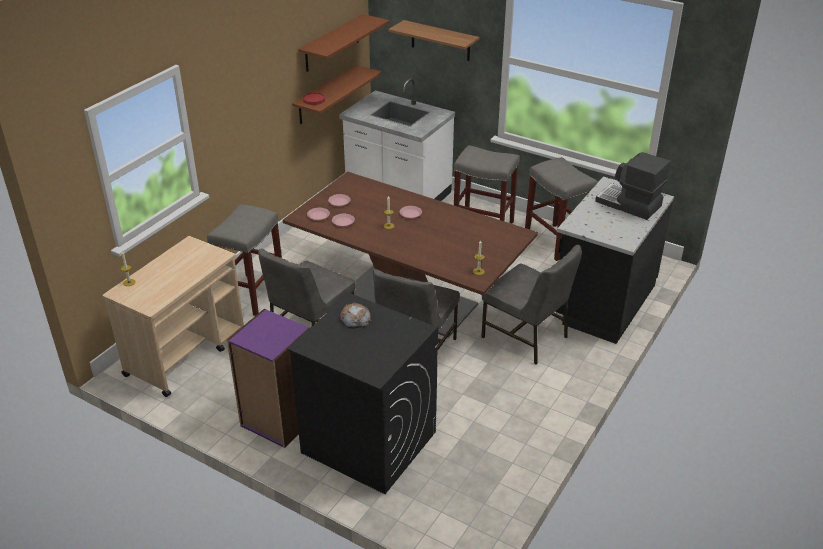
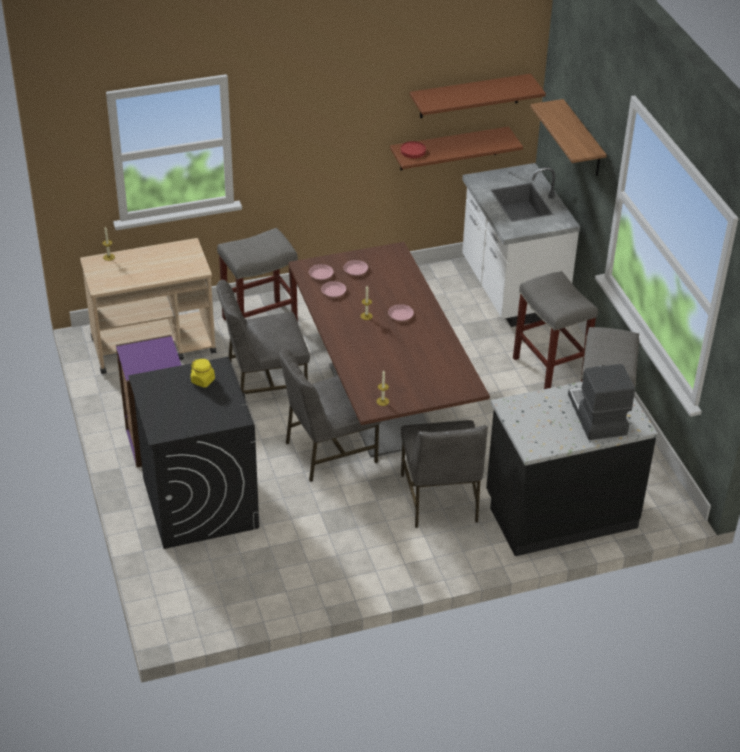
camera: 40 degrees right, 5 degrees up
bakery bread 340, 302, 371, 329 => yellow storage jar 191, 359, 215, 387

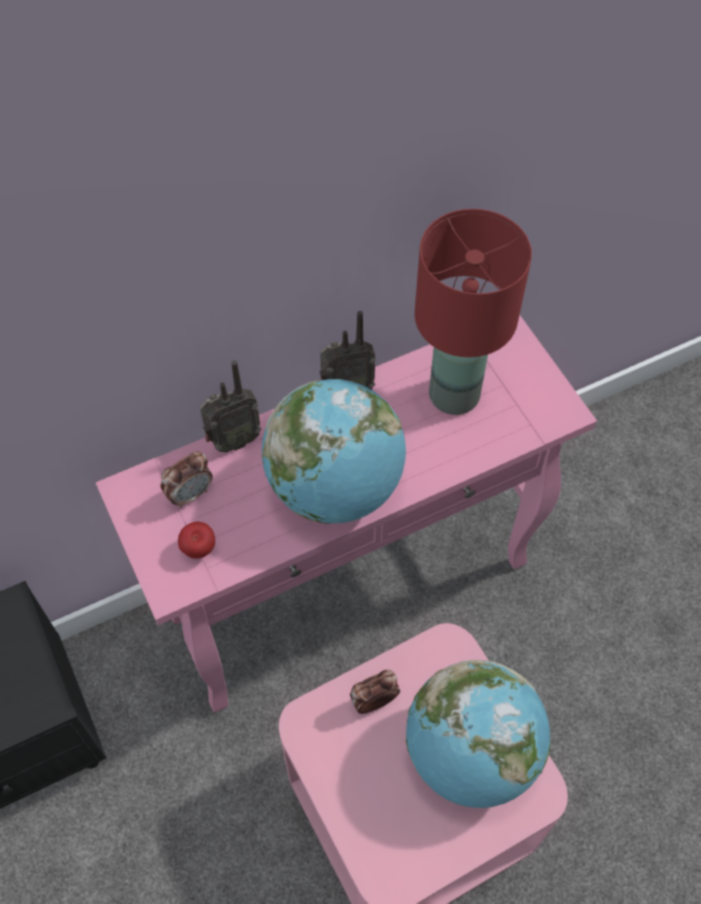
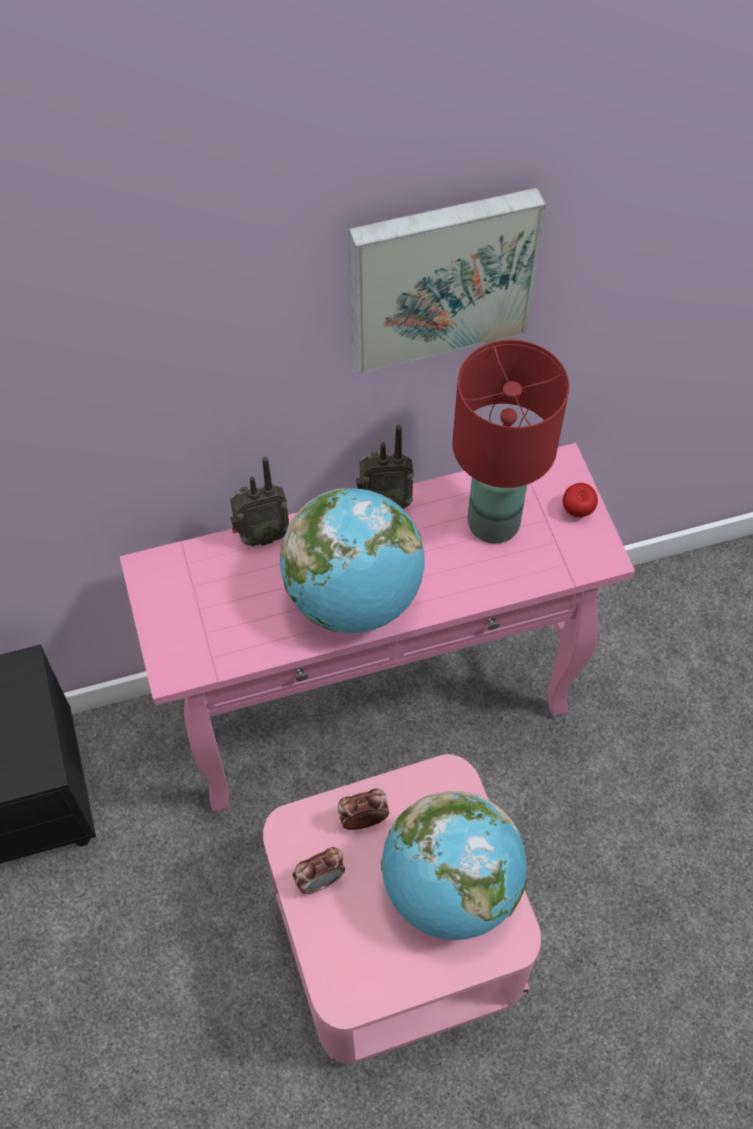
camera: 10 degrees right, 0 degrees up
nothing => wall picture 349, 188, 546, 374
bedside clock 160, 451, 213, 508 => bedside clock 292, 847, 345, 894, shifted
apple 178, 522, 215, 559 => apple 563, 483, 598, 517, shifted

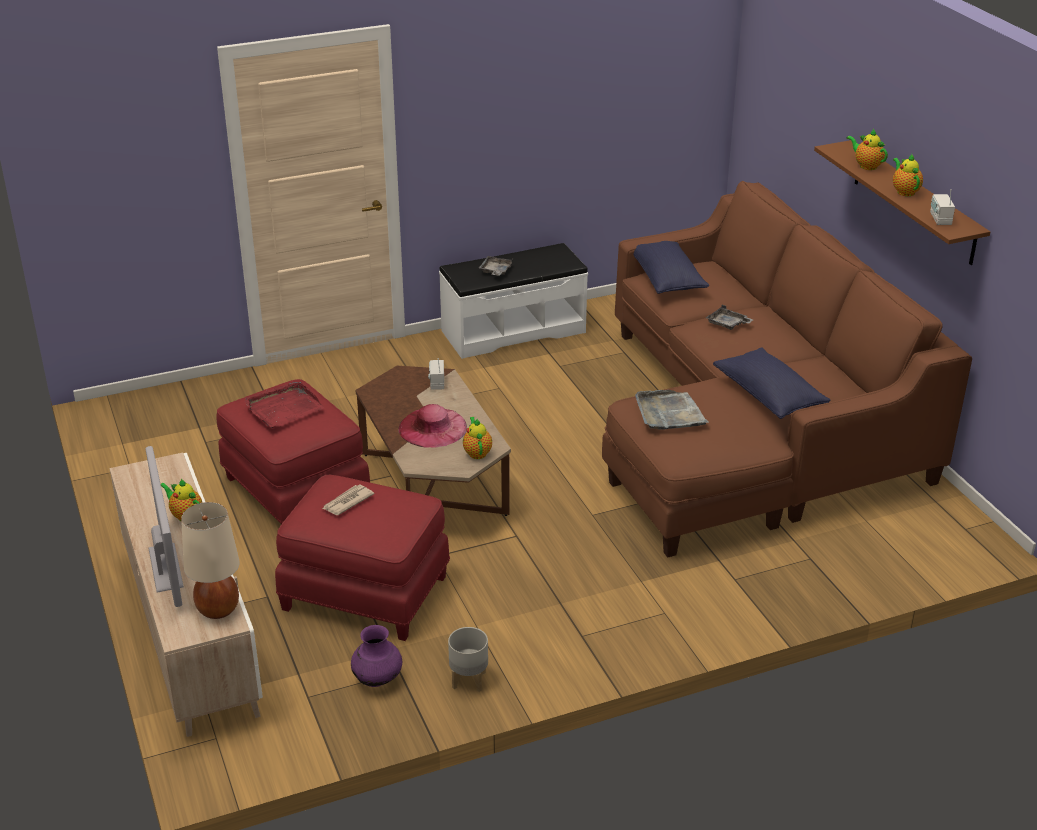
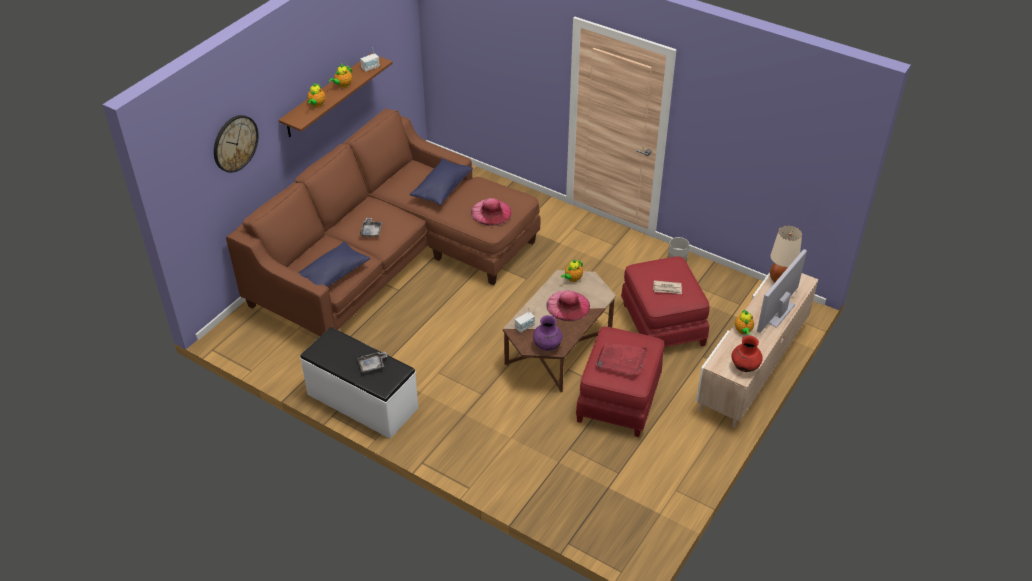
camera: 125 degrees left, 10 degrees up
nothing => wall clock 214, 115, 258, 173
nothing => red decorative vase 731, 336, 763, 372
purple decorative vase 351, 625, 402, 687 => purple decorative vase 533, 315, 563, 351, shifted
gray serving tray 635, 390, 709, 430 => pinkish clothing hat 471, 198, 512, 226

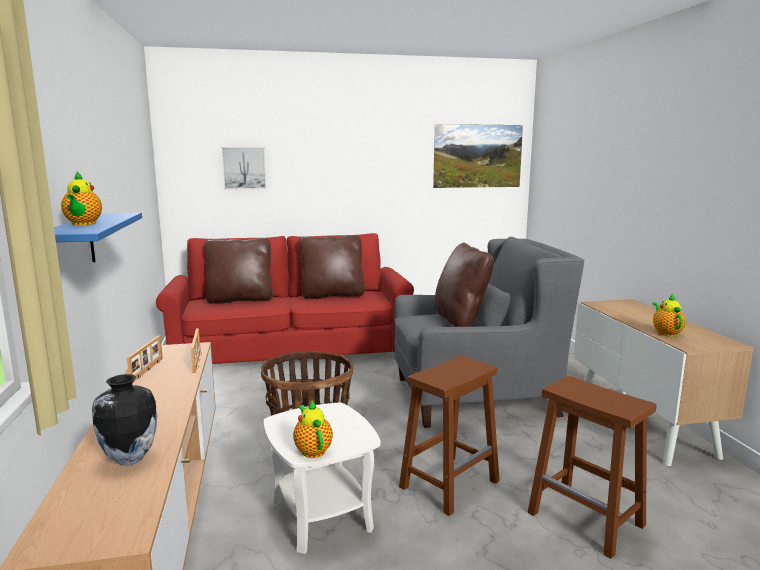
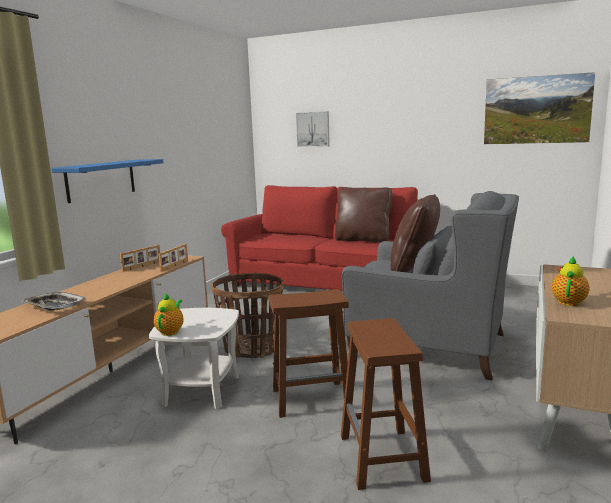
camera: 35 degrees right, 0 degrees up
pot for tea 61, 172, 102, 225 => nothing
brown-coloured cushion 204, 238, 273, 304 => nothing
decorative vase 92, 374, 157, 465 => serving tray 21, 292, 86, 311

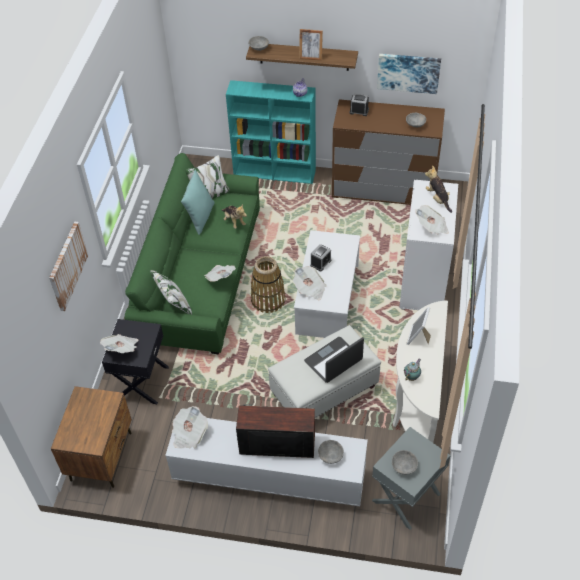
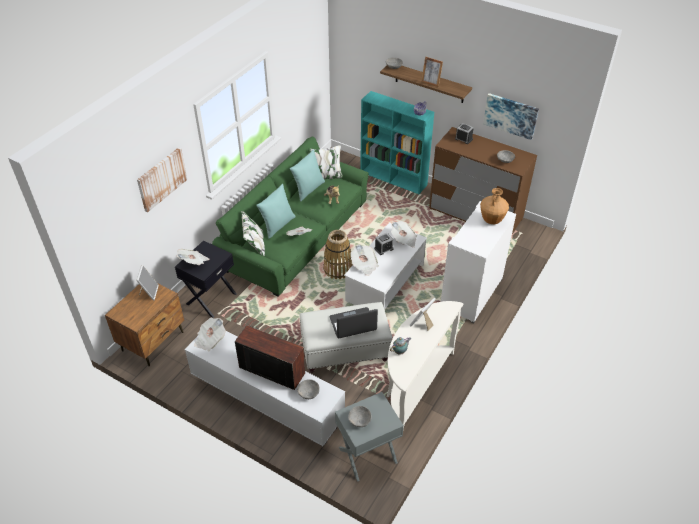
camera: 20 degrees right, 5 degrees down
nothing => picture frame 136, 265, 159, 300
nothing => turquoise cushion 256, 184, 296, 239
daily paper 415, 205, 449, 234 => daily paper 391, 221, 417, 248, shifted
plush toy 425, 166, 452, 213 => brown-coloured decorative vase 480, 188, 509, 224

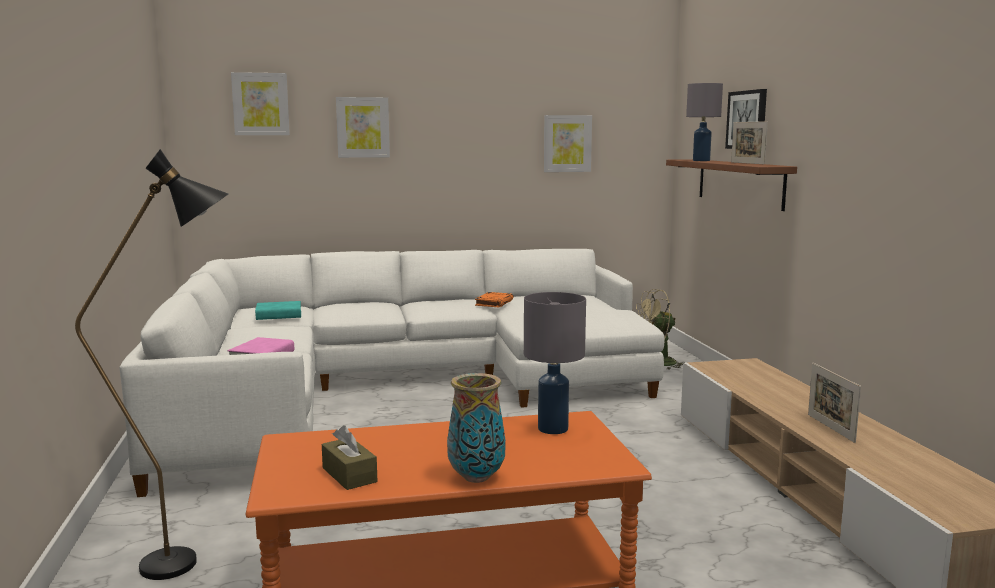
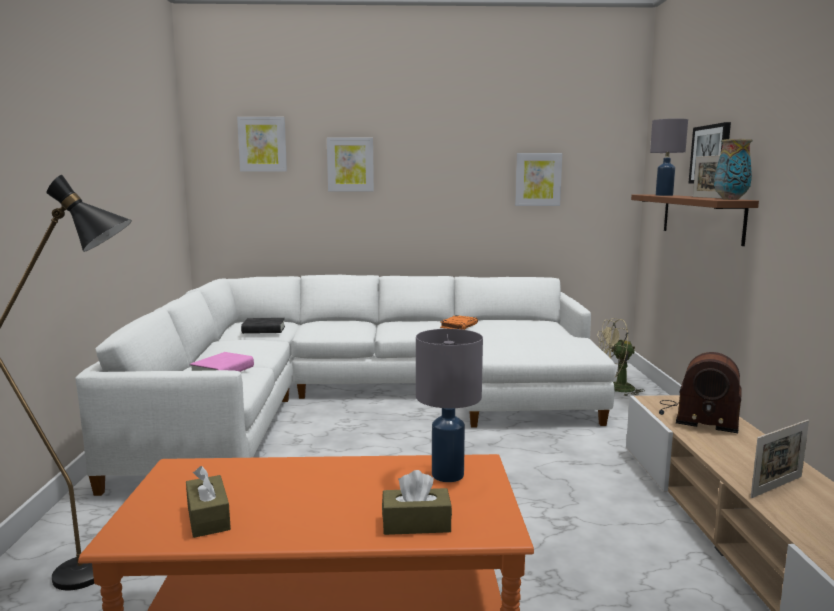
camera: 10 degrees right, 0 degrees up
nothing => brown-coloured tissue holder 382, 470, 452, 535
nothing => radio set 659, 352, 742, 433
decorative vase 447, 373, 506, 483 => decorative vase 714, 139, 753, 200, shifted
turquoise bound book 255, 301, 301, 320 => blackish bound book 241, 318, 285, 334
picture frame 808, 363, 861, 443 => picture frame 751, 420, 809, 498, 120 degrees counterclockwise

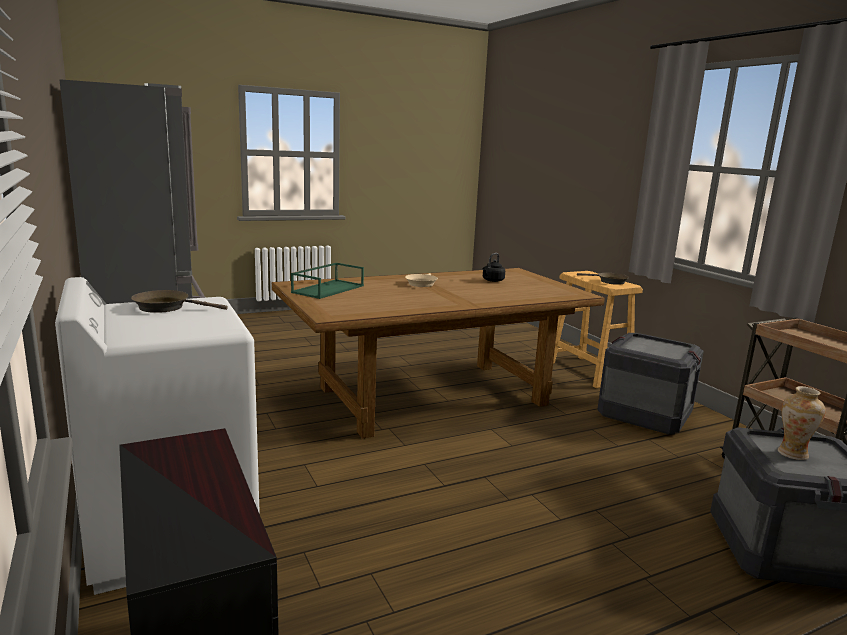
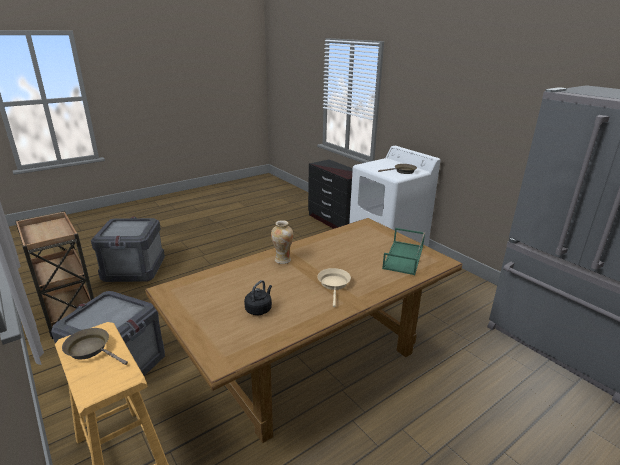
camera: 170 degrees right, 10 degrees up
decorative vase 778, 386, 826, 460 => decorative vase 271, 220, 293, 264, shifted

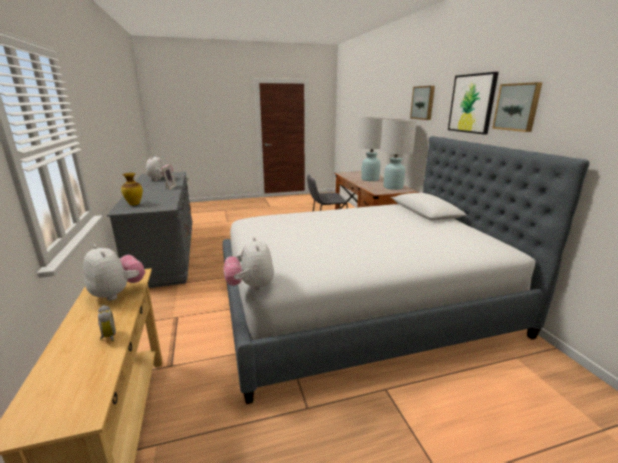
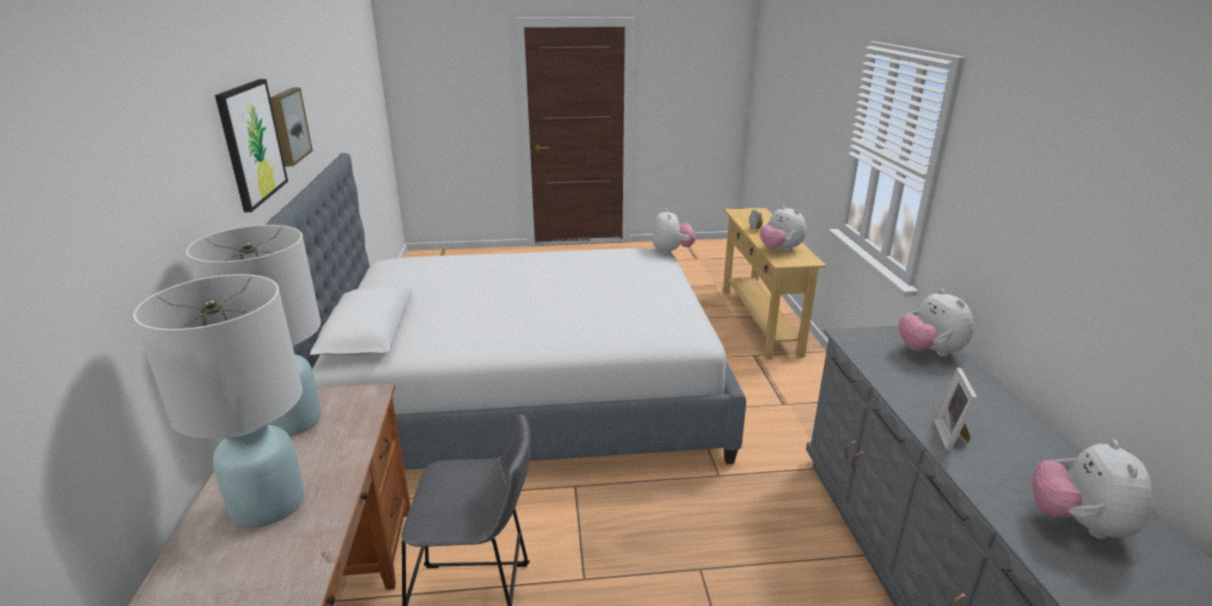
camera: 170 degrees left, 5 degrees up
wall picture 410, 86, 435, 120 => nothing
decorative vase 121, 173, 143, 205 => plush toy 899, 289, 974, 357

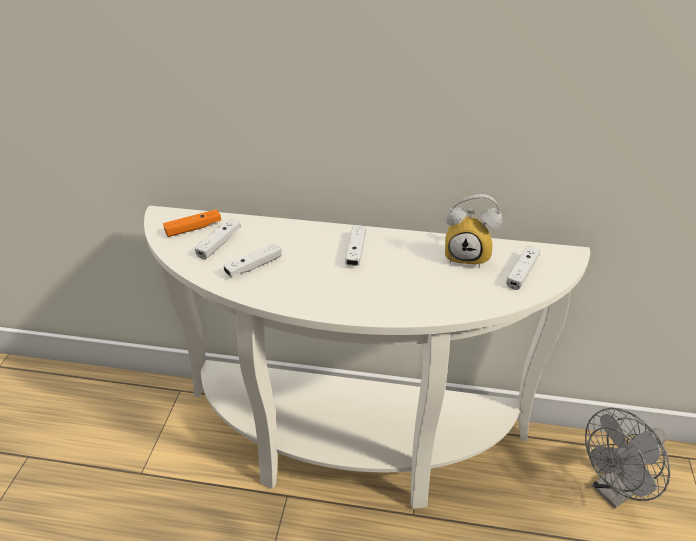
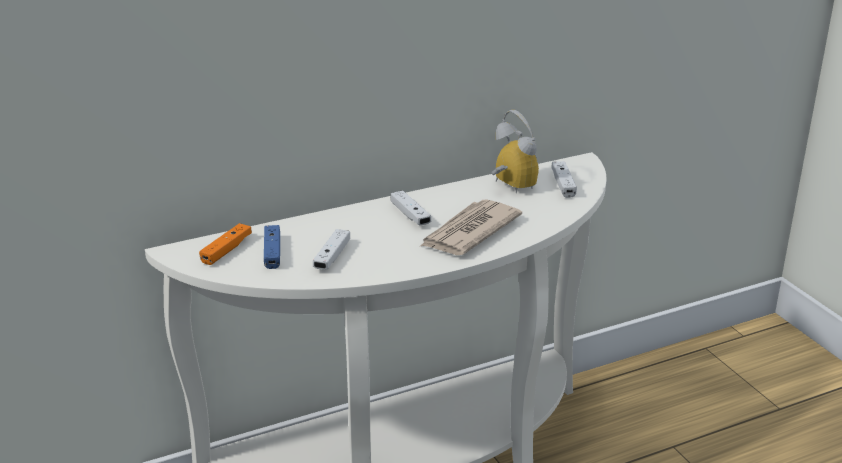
camera: 35 degrees left, 10 degrees down
gray cooling fan 585, 408, 670, 508 => nothing
nothing => daily paper 419, 199, 522, 255
whitish gamepad 195, 219, 241, 259 => blue-coloured gamepad 264, 225, 280, 269
bedside clock 445, 194, 503, 267 => bedside clock 491, 110, 539, 193, 105 degrees counterclockwise

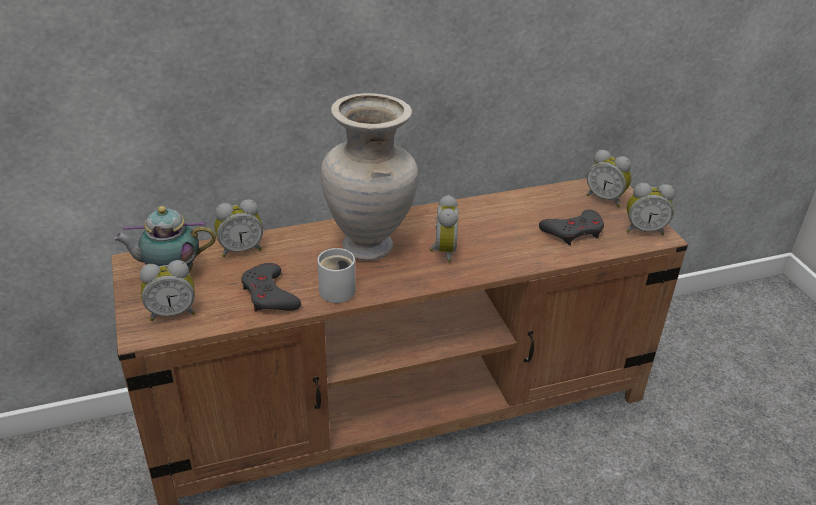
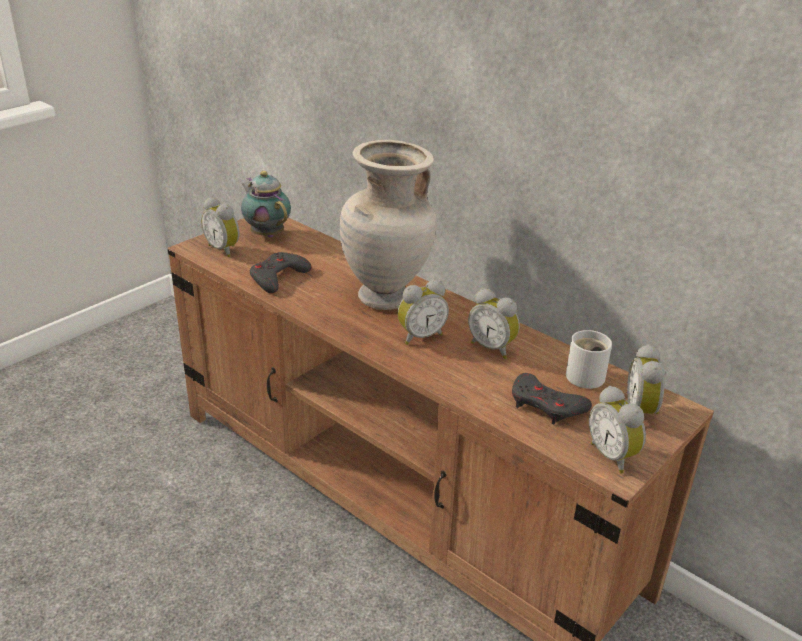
camera: 60 degrees right, 5 degrees down
bedside clock 214, 199, 263, 257 => bedside clock 468, 288, 520, 359, shifted
whitish tea mug 317, 248, 356, 303 => whitish tea mug 566, 330, 612, 389, shifted

